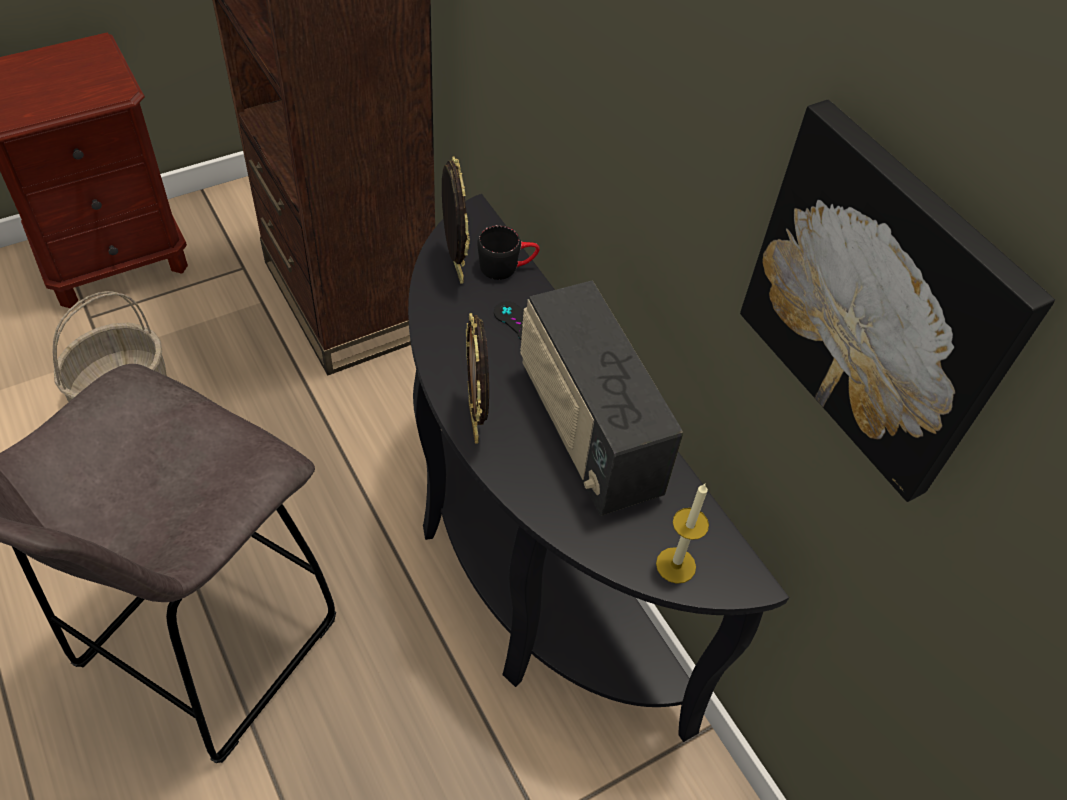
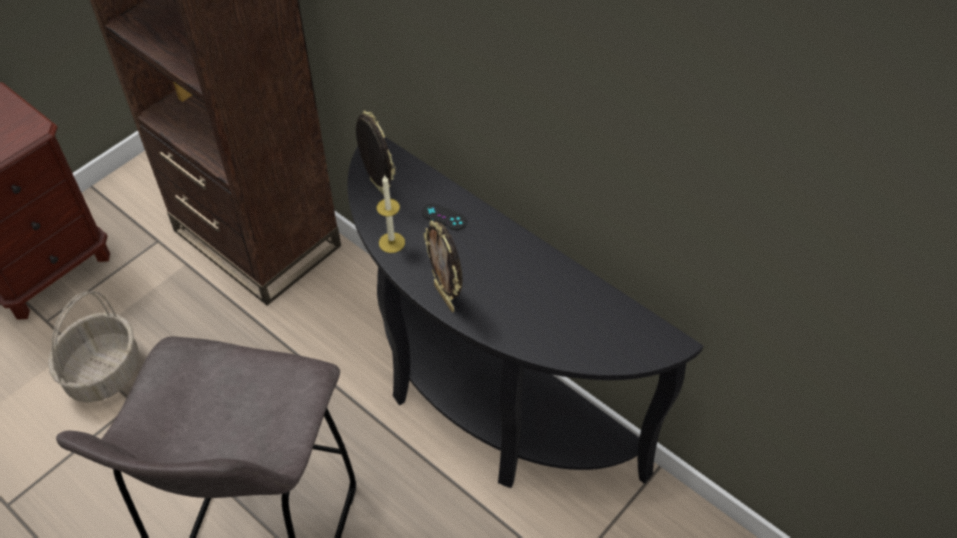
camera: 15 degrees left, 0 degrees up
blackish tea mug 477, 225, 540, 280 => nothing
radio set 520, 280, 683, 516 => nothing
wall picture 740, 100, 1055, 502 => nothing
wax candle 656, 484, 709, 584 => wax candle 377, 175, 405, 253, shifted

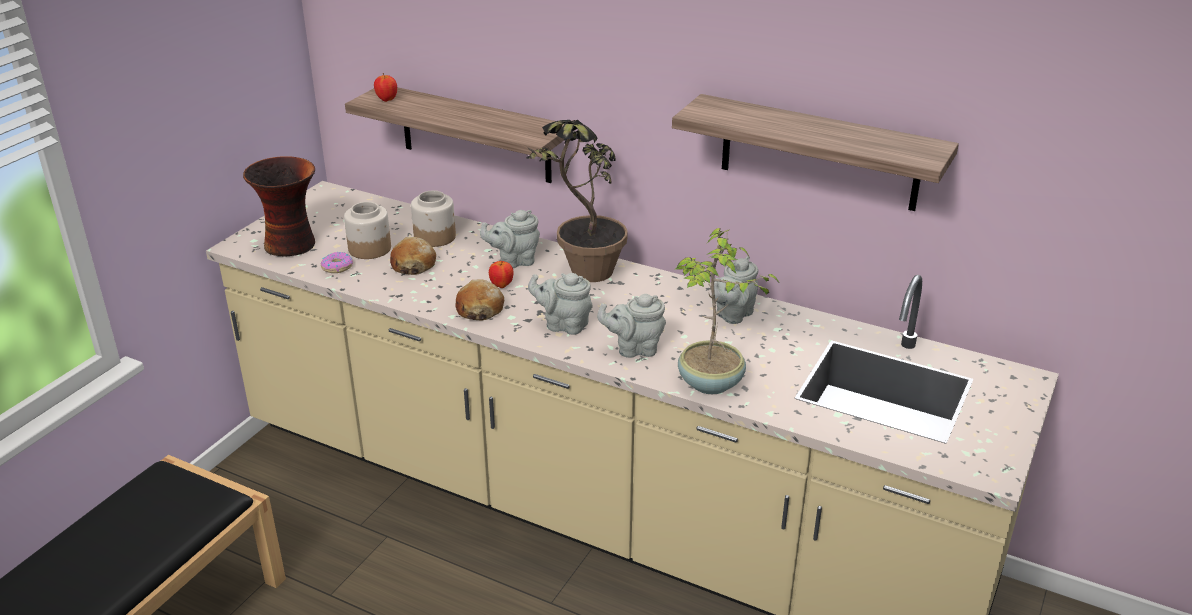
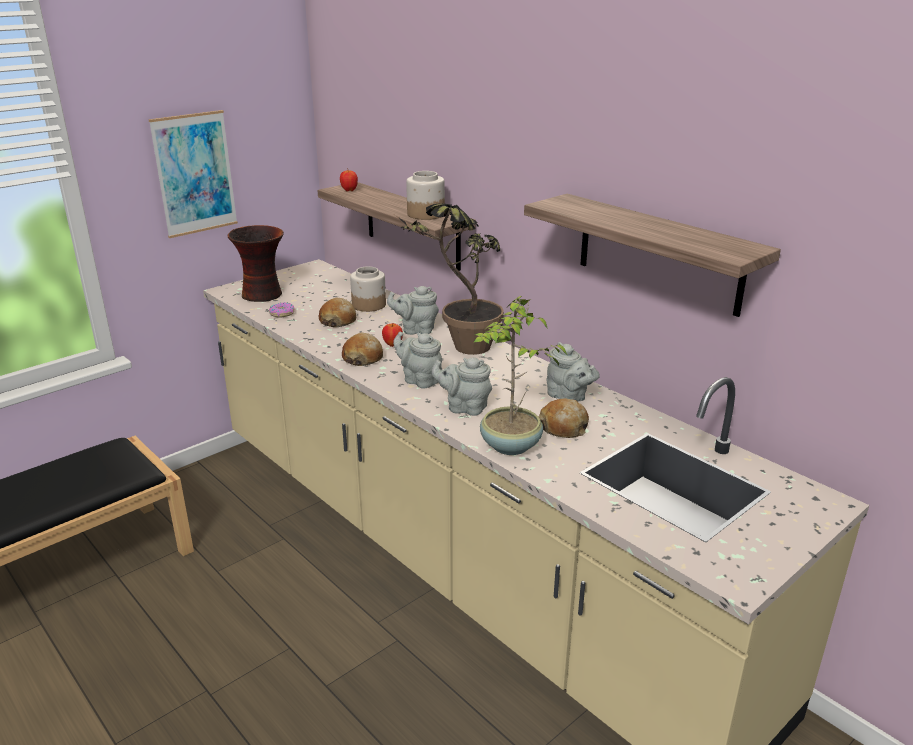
camera: 20 degrees right, 5 degrees down
nothing => wall picture 149, 110, 238, 238
nothing => bakery bread 538, 399, 589, 438
storage jar 344, 202, 391, 259 => storage jar 406, 171, 445, 220, shifted
gray pot for tea 714, 256, 758, 324 => gray pot for tea 547, 342, 600, 402, 105 degrees counterclockwise

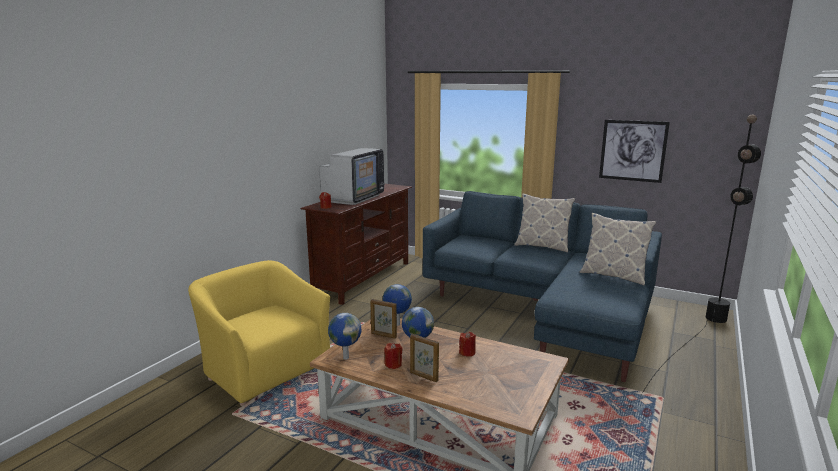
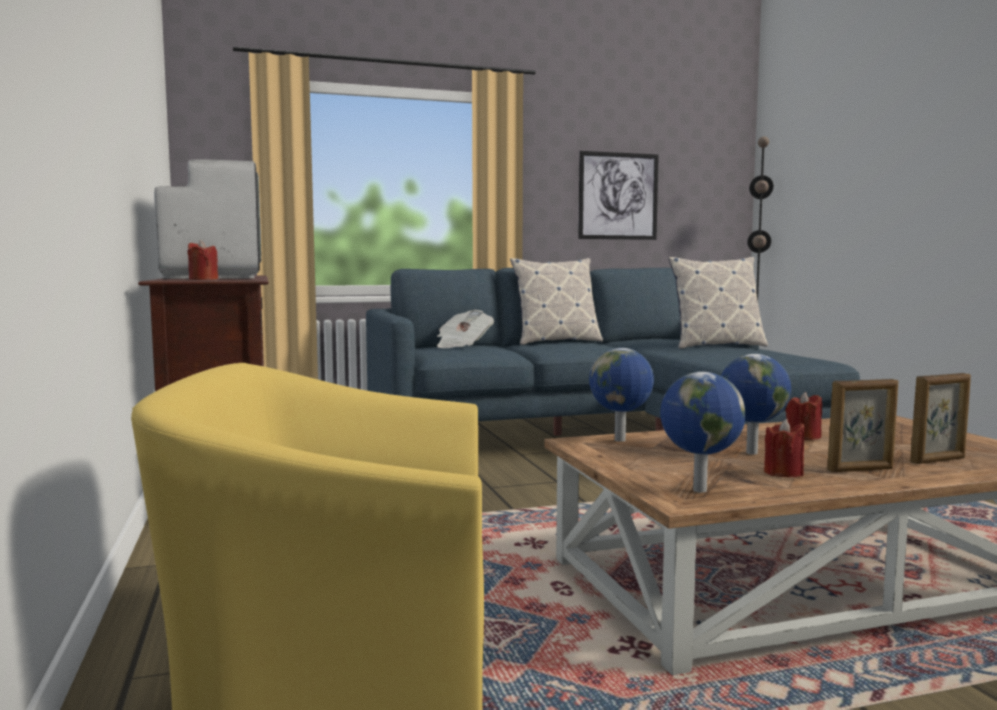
camera: 45 degrees left, 10 degrees down
nothing => daily paper 437, 310, 494, 348
picture frame 371, 299, 397, 339 => picture frame 910, 373, 971, 464, shifted

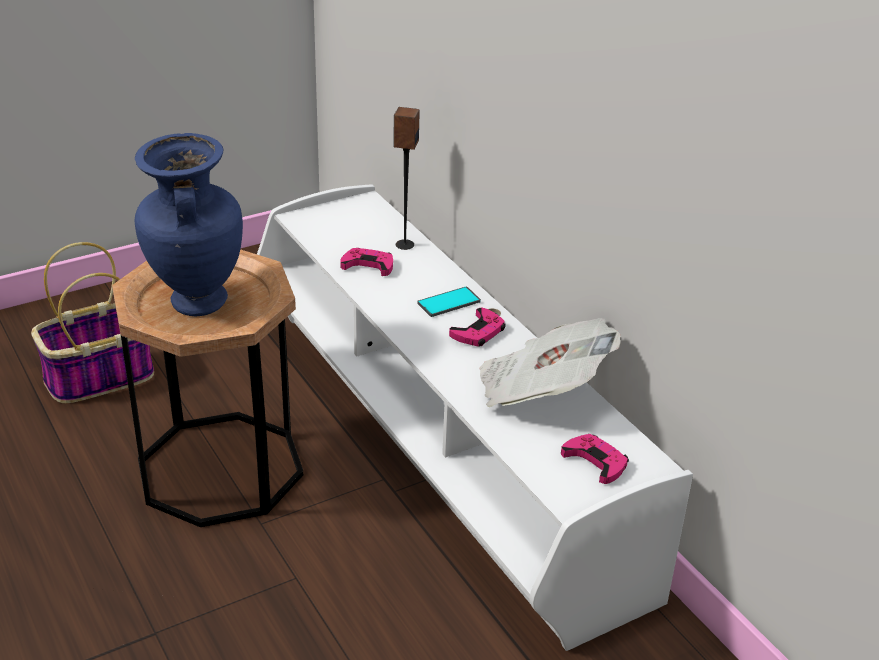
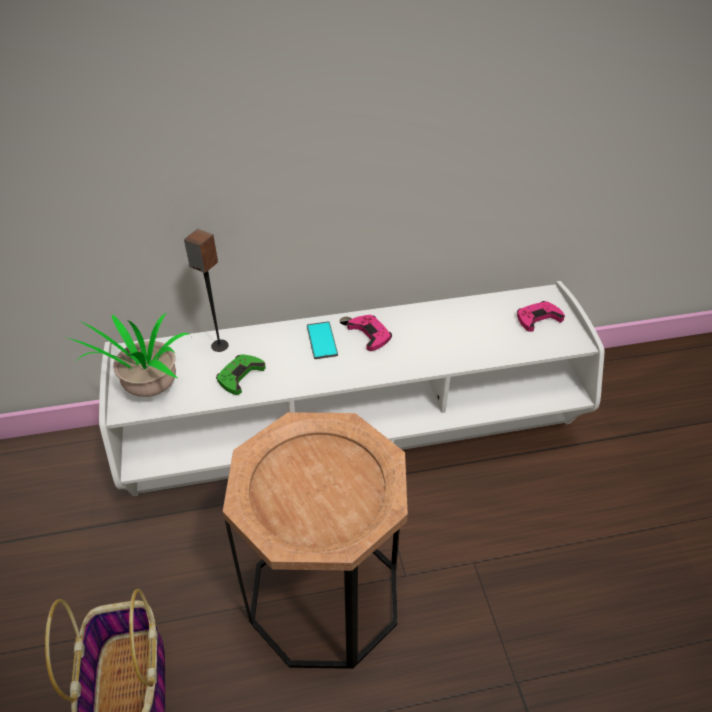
camera: 70 degrees left, 10 degrees up
blue-coloured decorative vase 135, 133, 243, 316 => nothing
daily paper 480, 318, 621, 407 => nothing
nothing => houseplant 66, 313, 190, 397
pinkish gamepad 340, 248, 393, 276 => green gamepad 216, 354, 266, 395

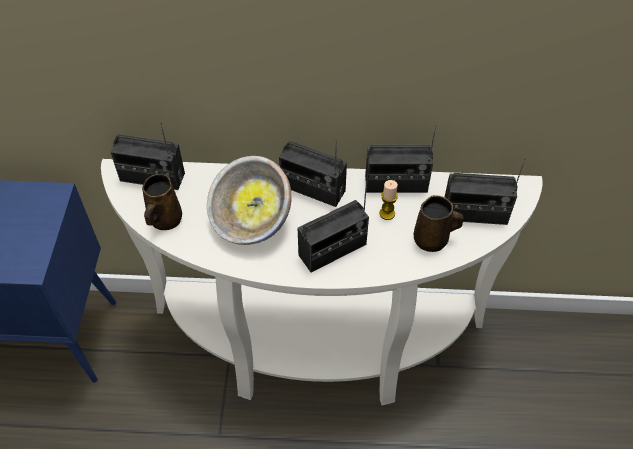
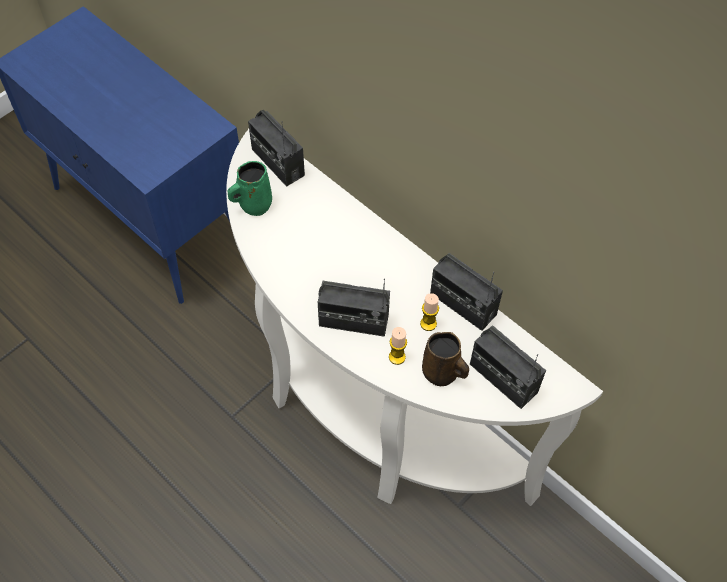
camera: 40 degrees right, 5 degrees up
bowl 207, 156, 292, 245 => nothing
radio set 279, 139, 347, 207 => nothing
nothing => wax candle 389, 327, 407, 365
brown-coloured tea mug 142, 174, 182, 230 => green tea mug 227, 161, 272, 216

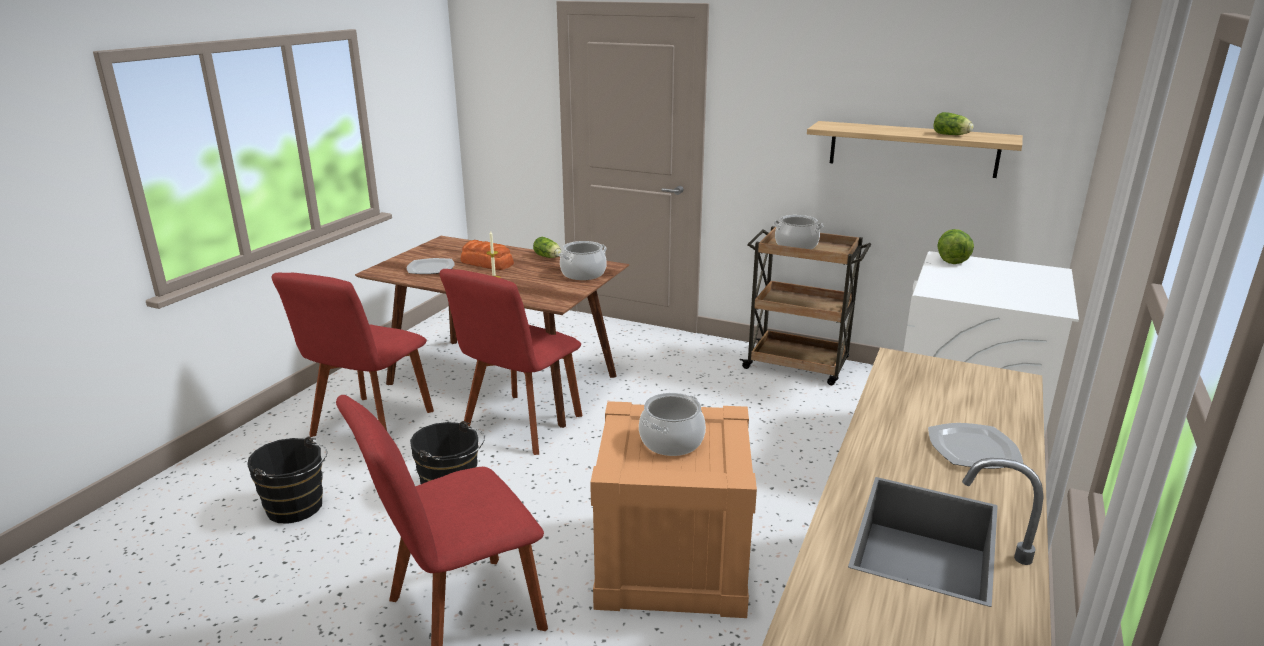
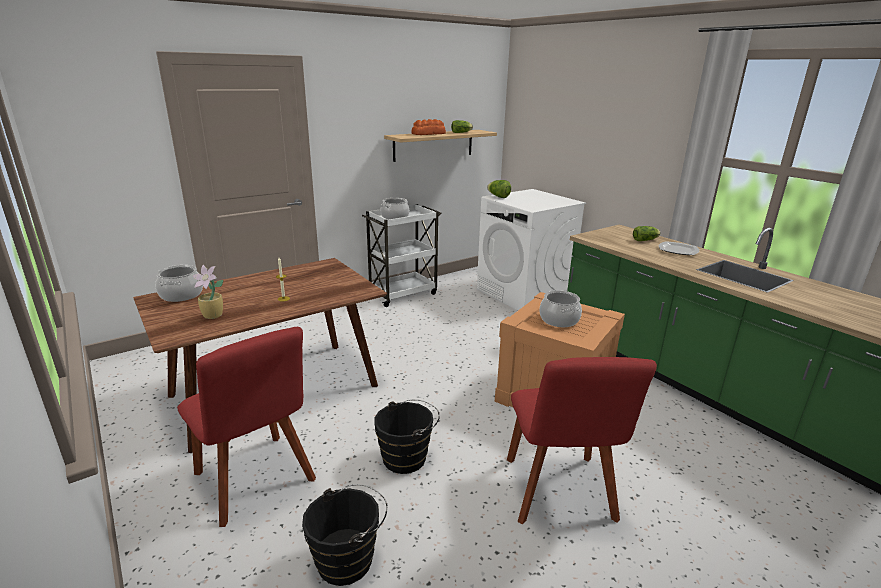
camera: 60 degrees left, 0 degrees up
red plain chair 440, 269, 582, 455 => nothing
bakery bread 461, 240, 514, 270 => bakery bread 411, 119, 446, 135, shifted
lettuce head 533, 237, 561, 258 => lettuce head 633, 226, 661, 241, shifted
cooking pot 559, 241, 607, 280 => cooking pot 155, 265, 203, 302, shifted
flat dish 407, 258, 455, 274 => houseplant 193, 265, 224, 319
brown-coloured cart 740, 226, 871, 385 => whitish cart 362, 204, 442, 307

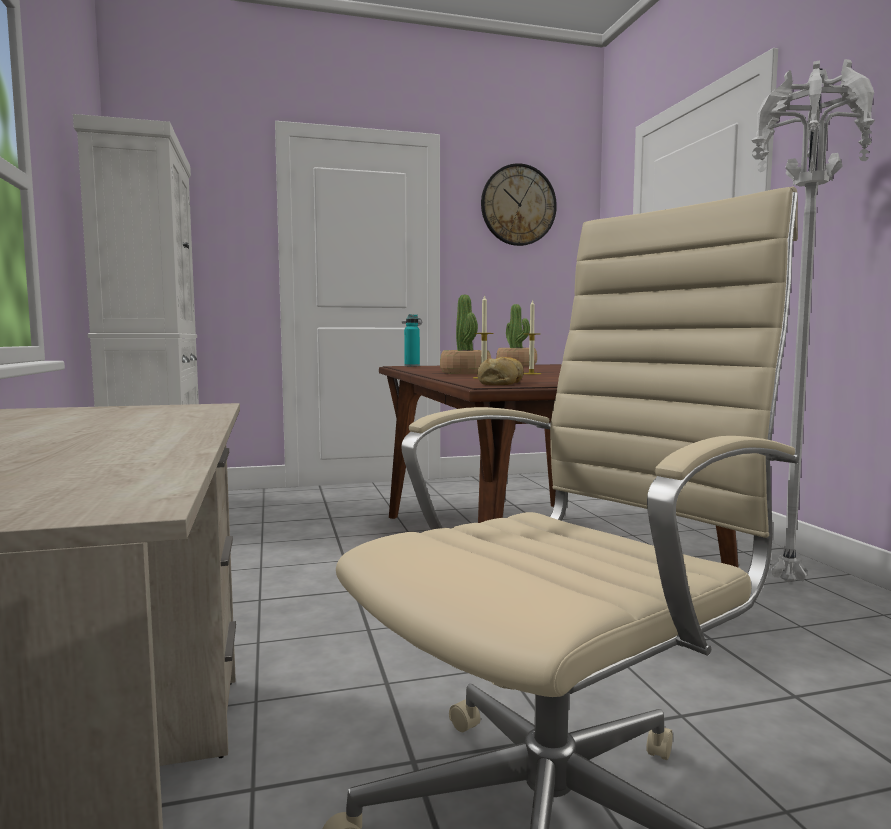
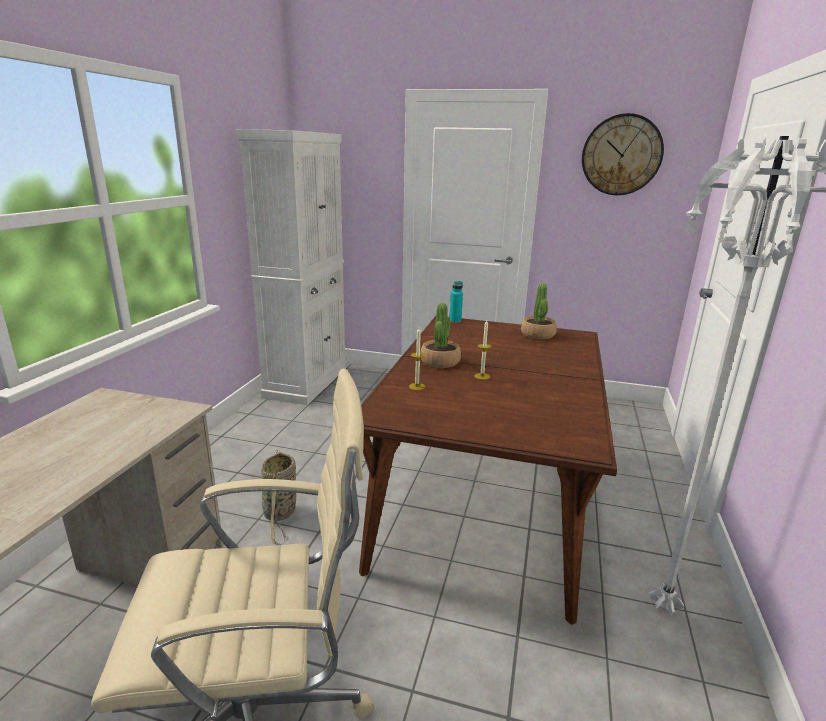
camera: 30 degrees right, 15 degrees up
bakery bread 477, 357, 524, 385 => nothing
nothing => household basket 261, 450, 296, 545

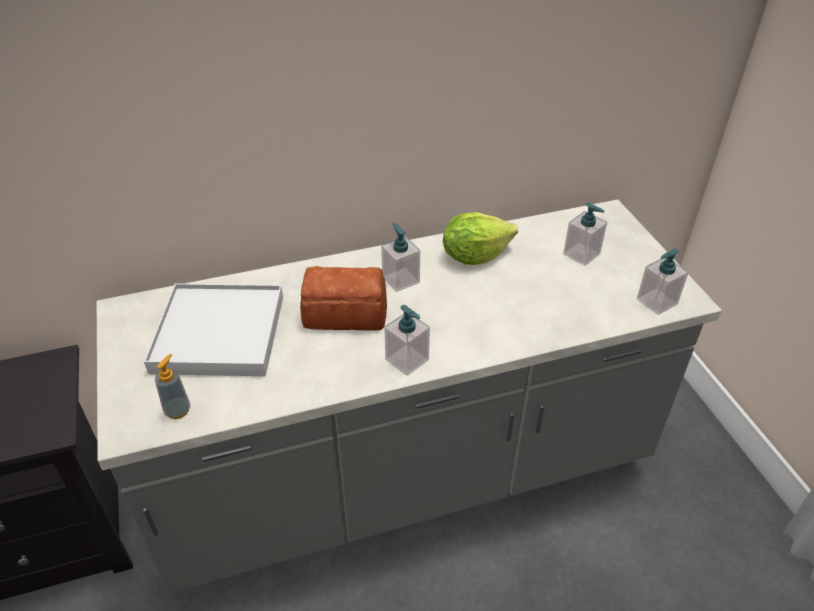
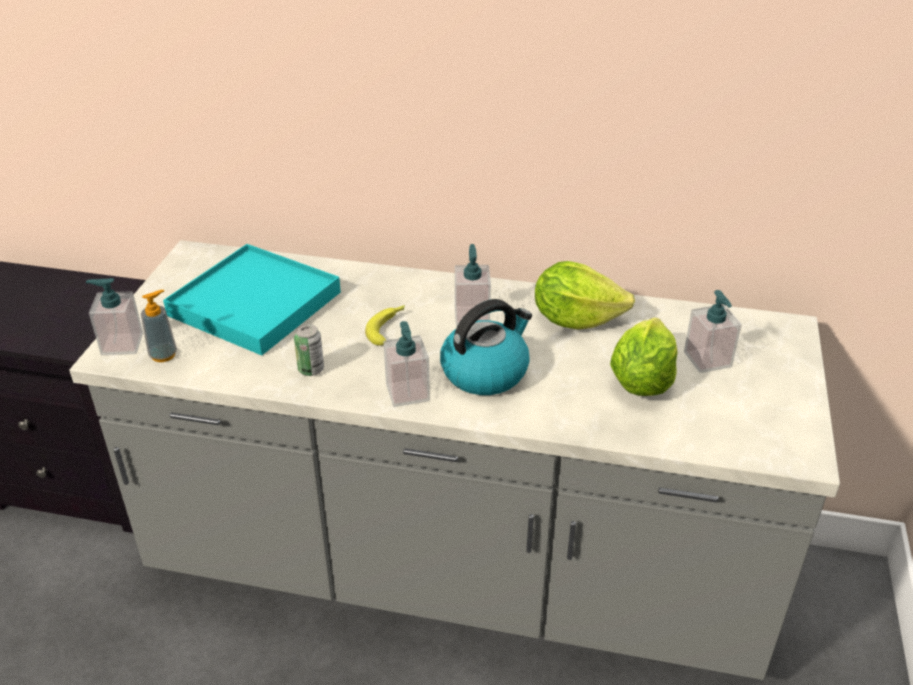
camera: 30 degrees right, 5 degrees down
nothing => sealed can 294, 324, 324, 376
nothing => tea kettle 440, 299, 532, 395
nothing => lettuce head 610, 317, 677, 396
soap dispenser 637, 249, 689, 315 => soap dispenser 86, 278, 143, 355, shifted
bakery bread 300, 266, 387, 331 => banana fruit 365, 305, 405, 346
whitish serving tray 144, 283, 283, 376 => turquoise serving tray 163, 244, 341, 355

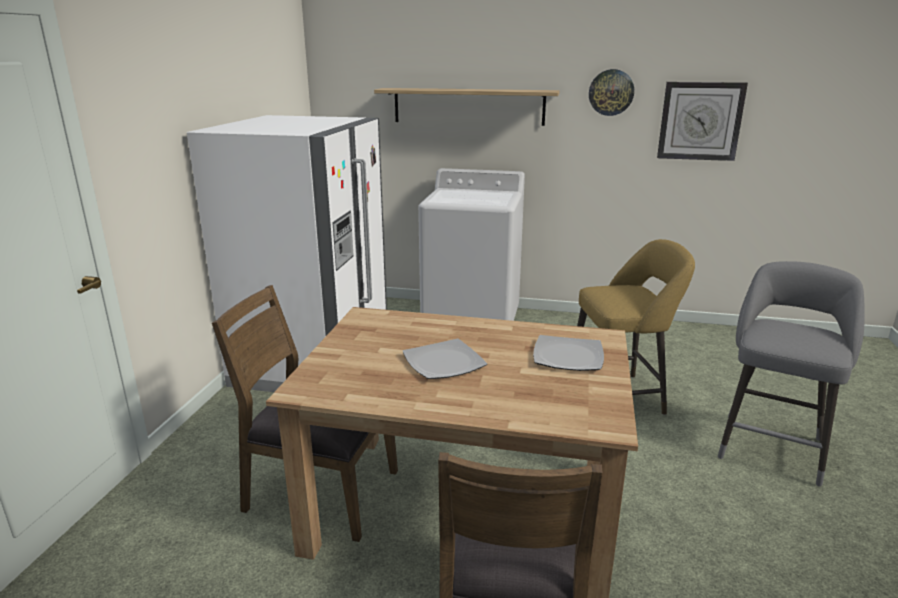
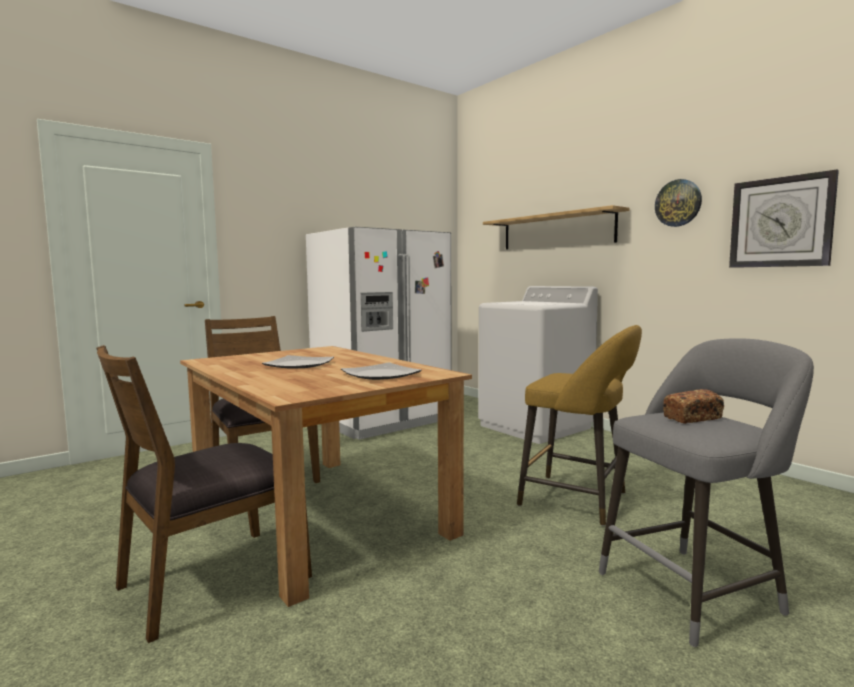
camera: 40 degrees right, 15 degrees down
nothing => bakery bread 663, 389, 724, 424

